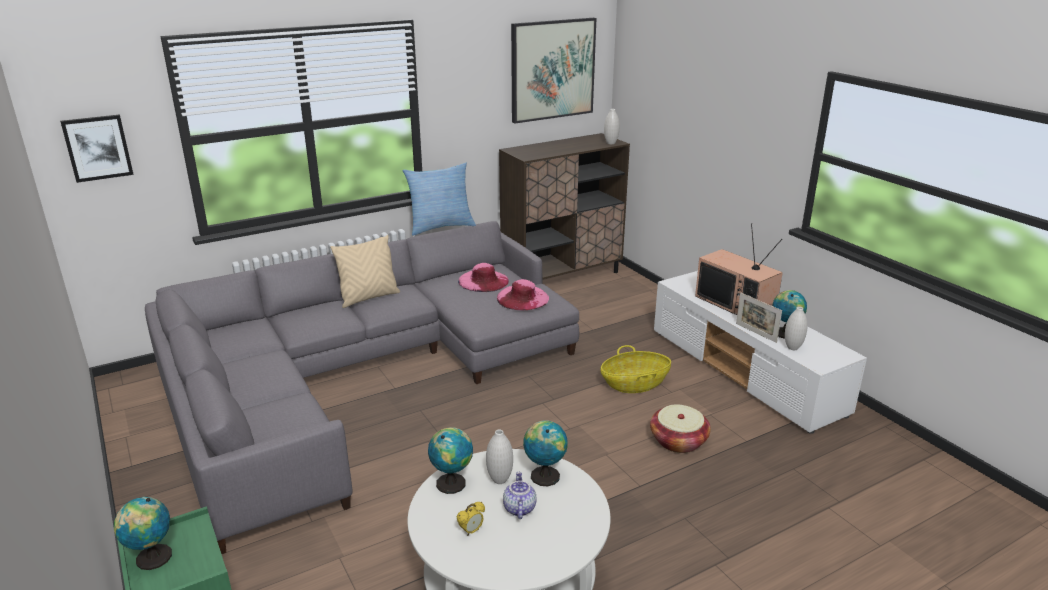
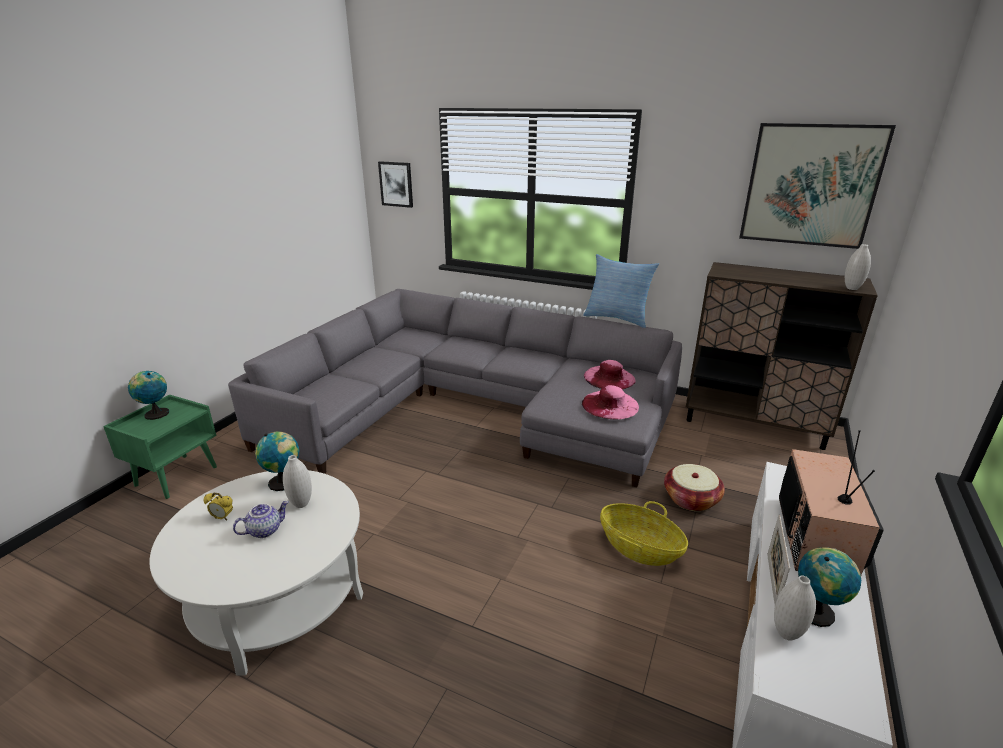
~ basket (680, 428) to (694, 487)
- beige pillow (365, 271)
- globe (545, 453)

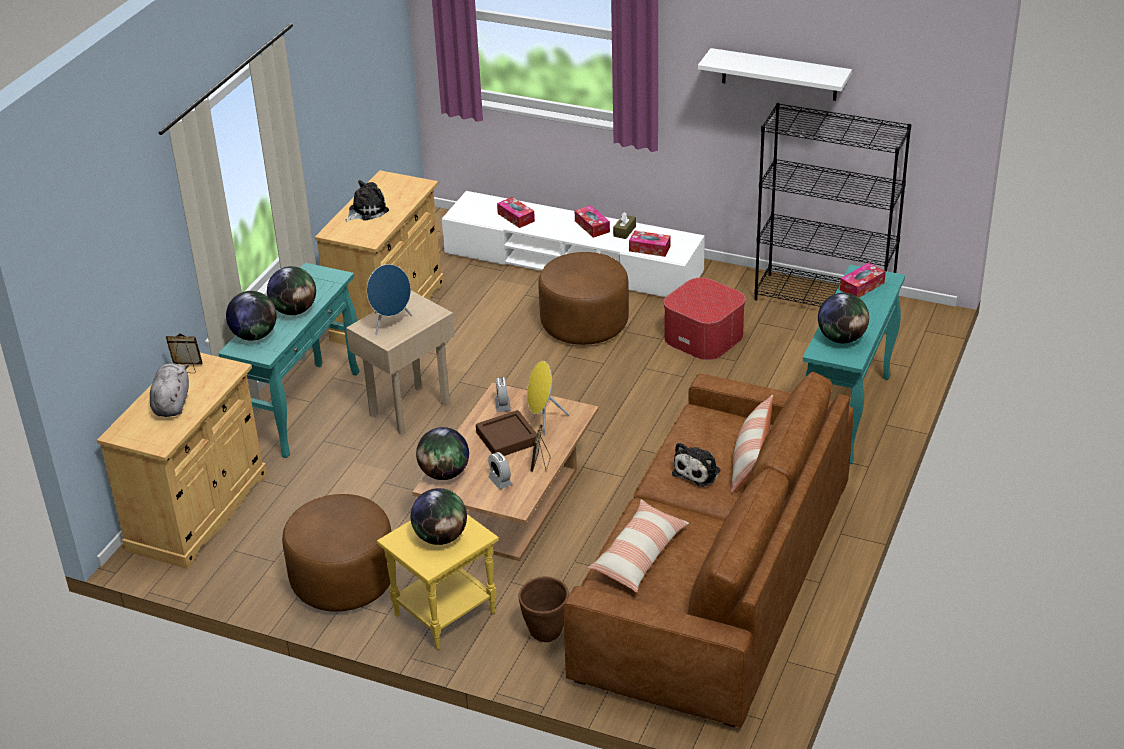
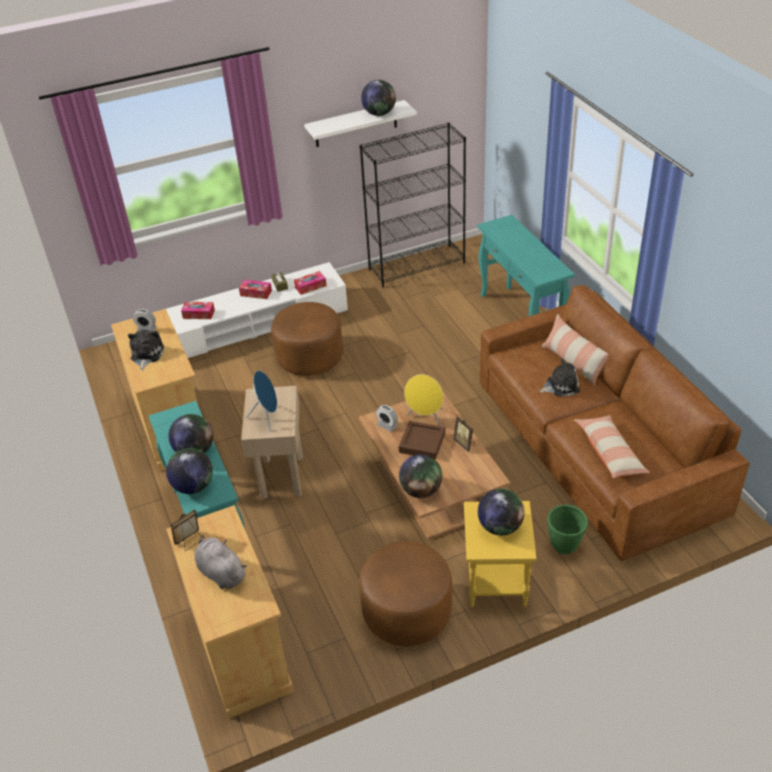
~ alarm clock (500, 471) to (145, 320)
~ globe (843, 318) to (378, 98)
~ plush toy (696, 464) = (559, 377) 90 degrees counterclockwise
~ brown planter (543, 609) to green planter (568, 529)
- ottoman (705, 319)
- tissue box (863, 280)

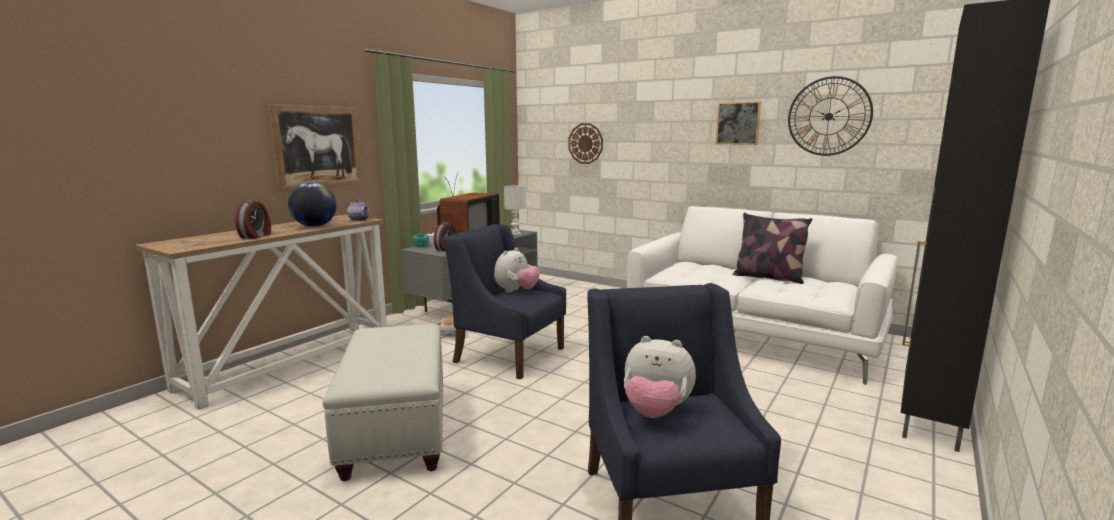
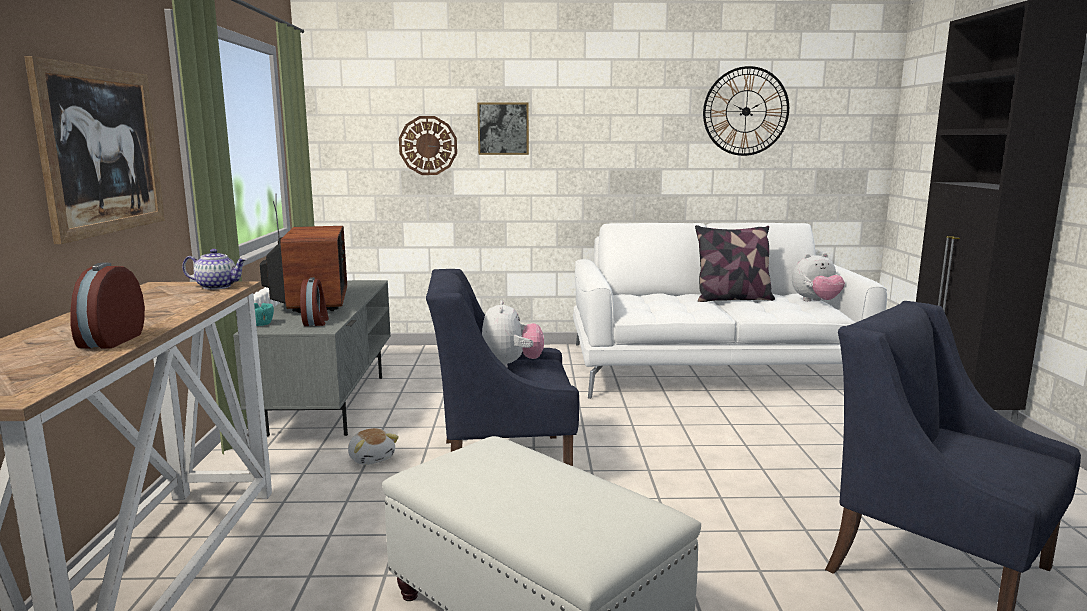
~ alarm clock (253, 219) = (107, 306) 150 degrees counterclockwise
~ picture (738, 123) to (503, 128)
~ plush toy (660, 377) to (818, 277)
- globe (312, 204)
- white table lamp (515, 210)

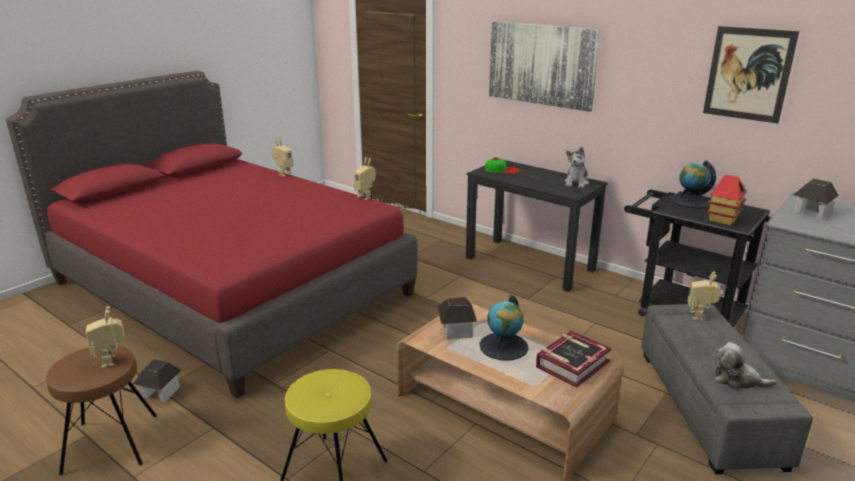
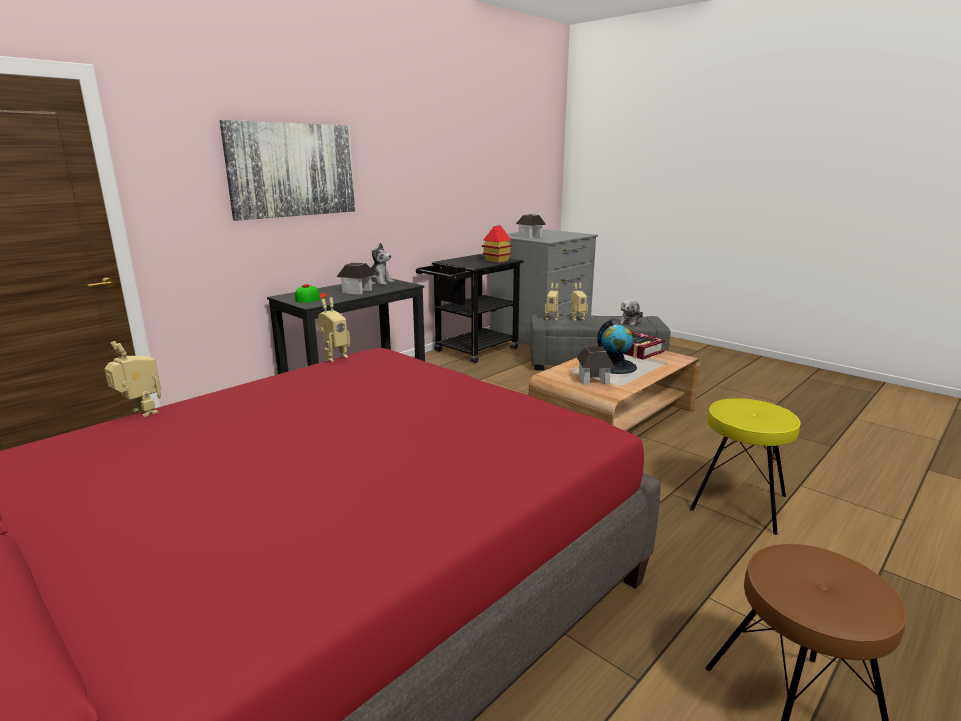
~ toy house (157, 380) to (356, 278)
~ toy robot (105, 337) to (579, 302)
- globe (693, 184)
- picture (751, 75)

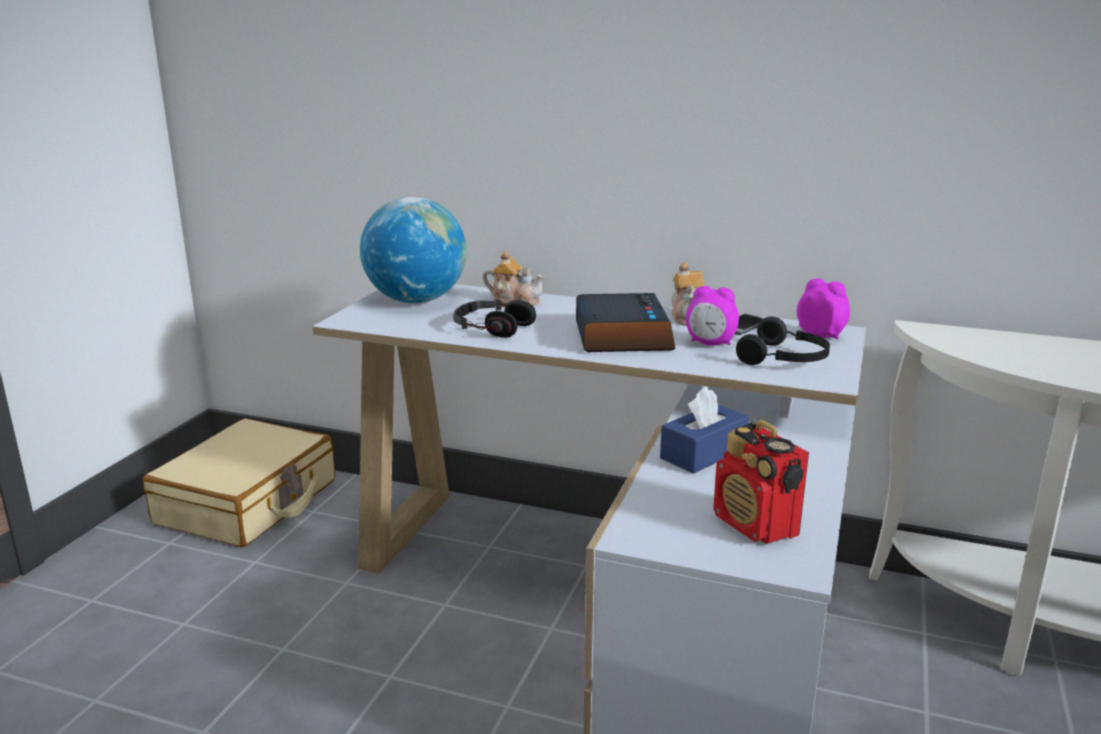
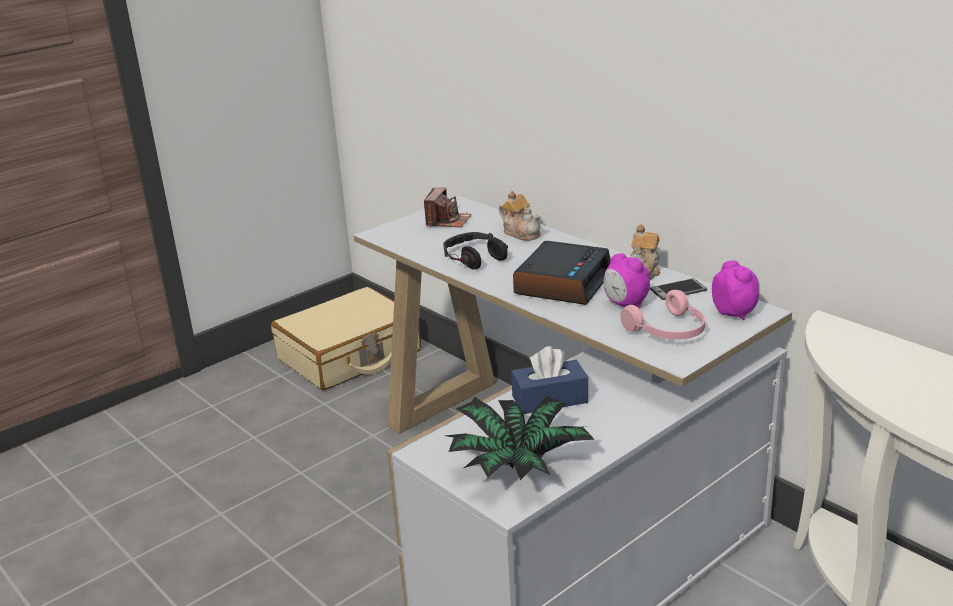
~ globe (413, 250) to photo camera (447, 207)
~ radio (761, 481) to potted plant (520, 438)
~ black headphones (783, 341) to pink headphones (662, 315)

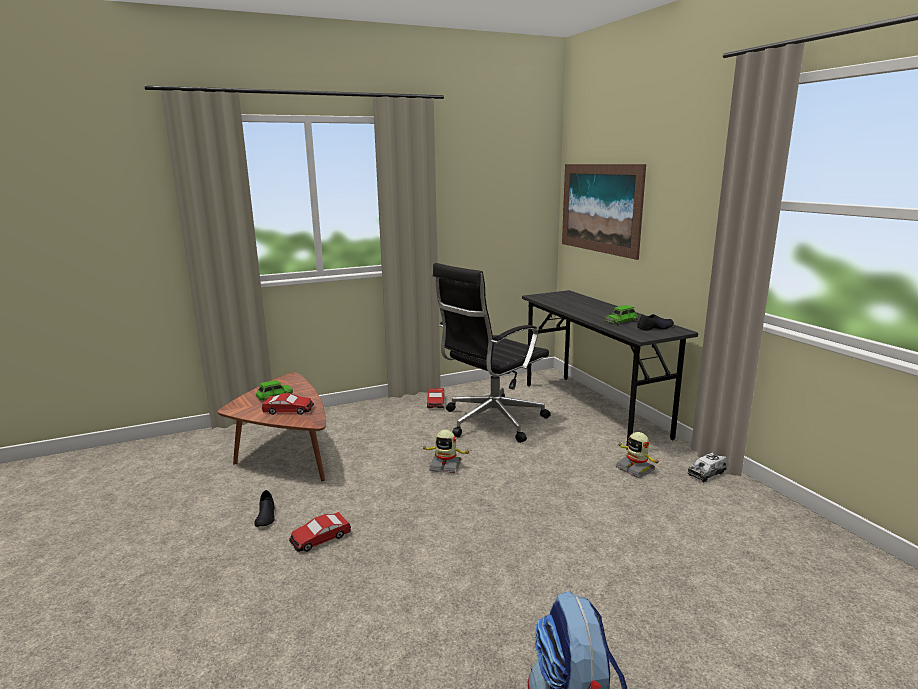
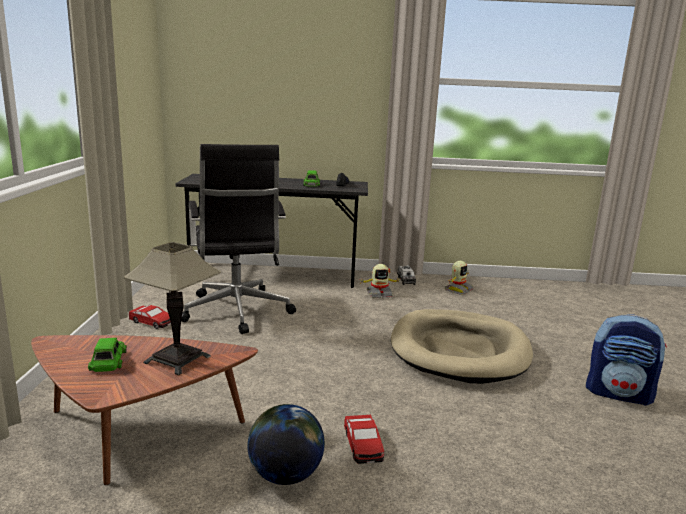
~ toy car (288, 404) to table lamp (172, 308)
~ black shoe (264, 508) to globe (286, 444)
+ beige dog bed (462, 346)
~ toy robot (446, 451) to (459, 278)
- picture (604, 212)

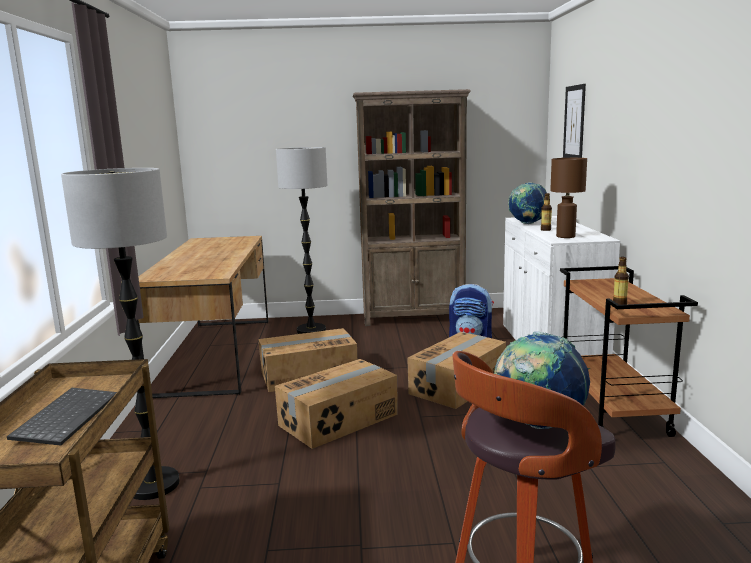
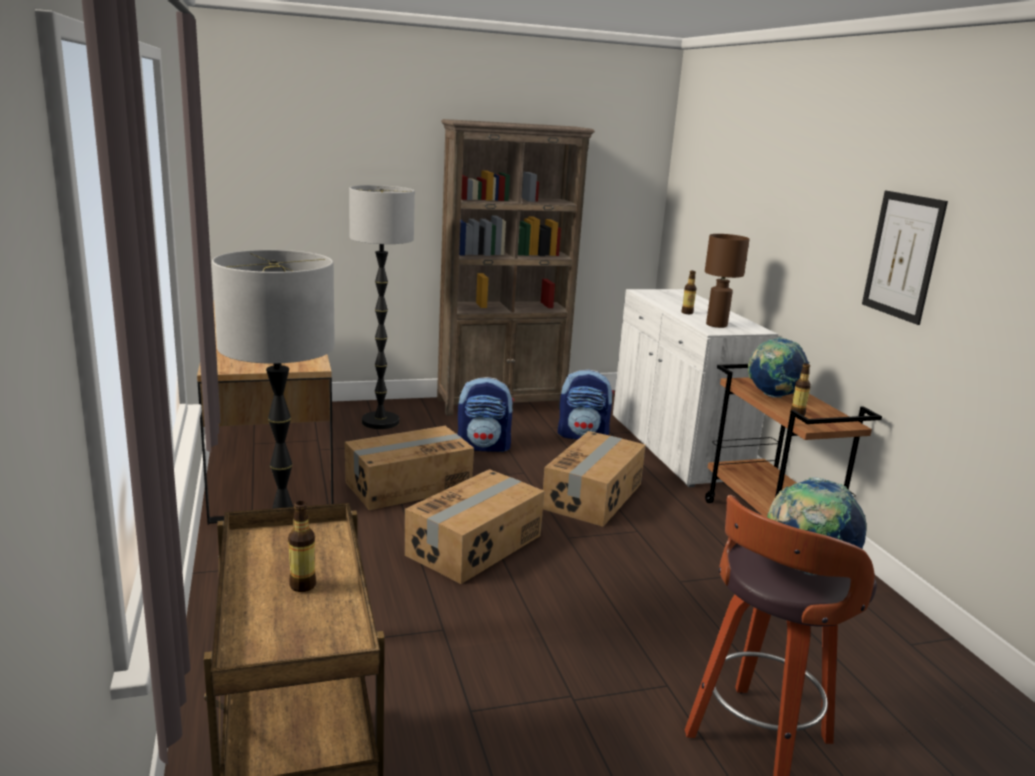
~ keyboard (62, 417) to bottle (302, 546)
+ backpack (486, 414)
~ globe (527, 203) to (779, 367)
~ picture (574, 121) to (905, 258)

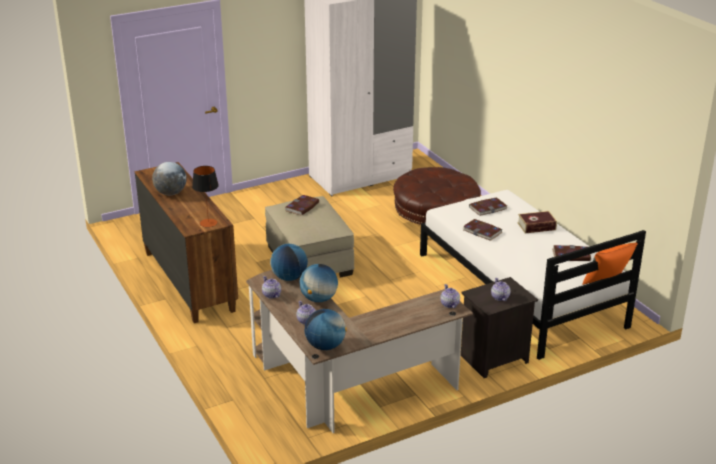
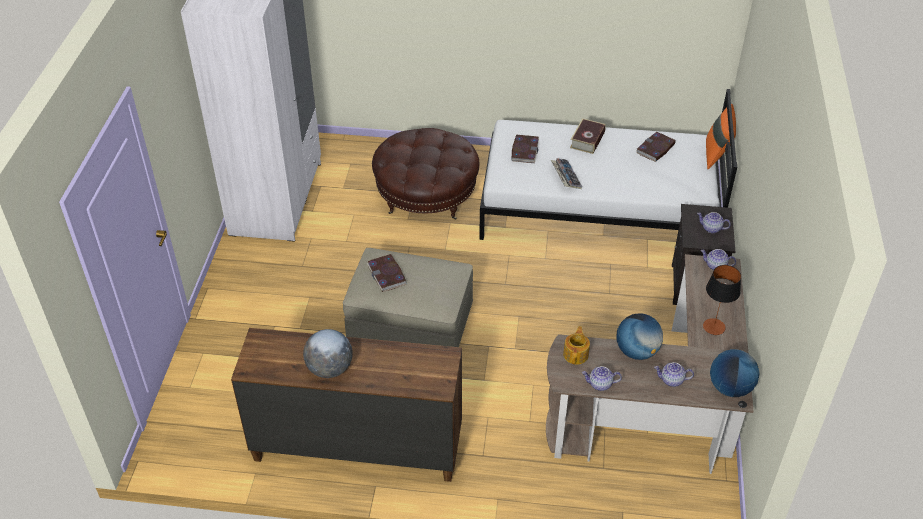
~ book (482, 230) to keyboard (566, 173)
~ globe (289, 262) to teapot (576, 345)
~ table lamp (205, 196) to (722, 300)

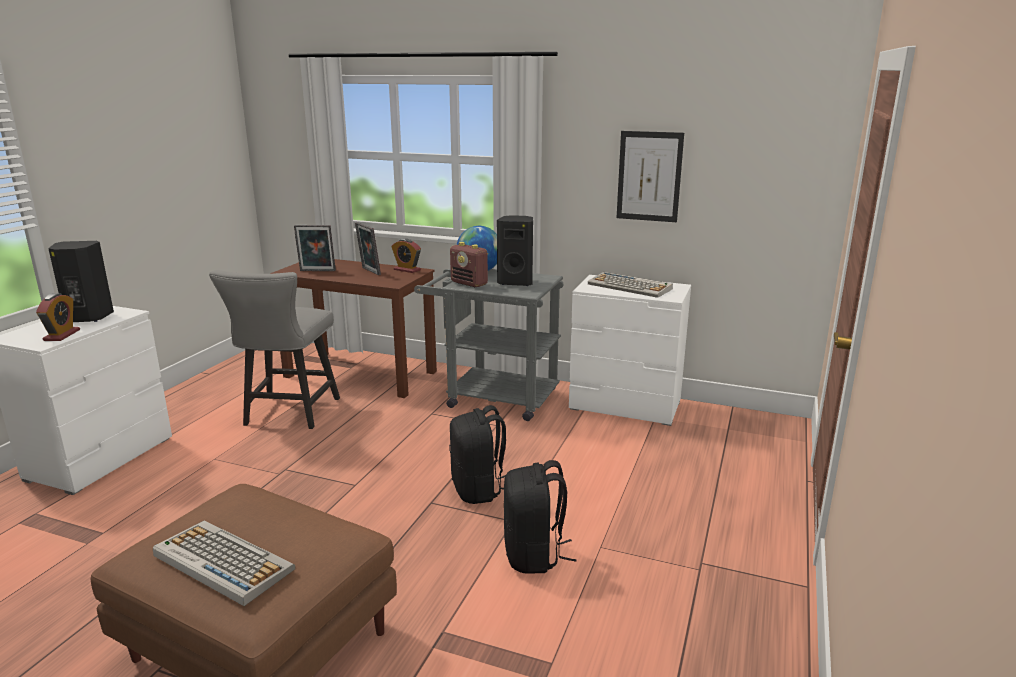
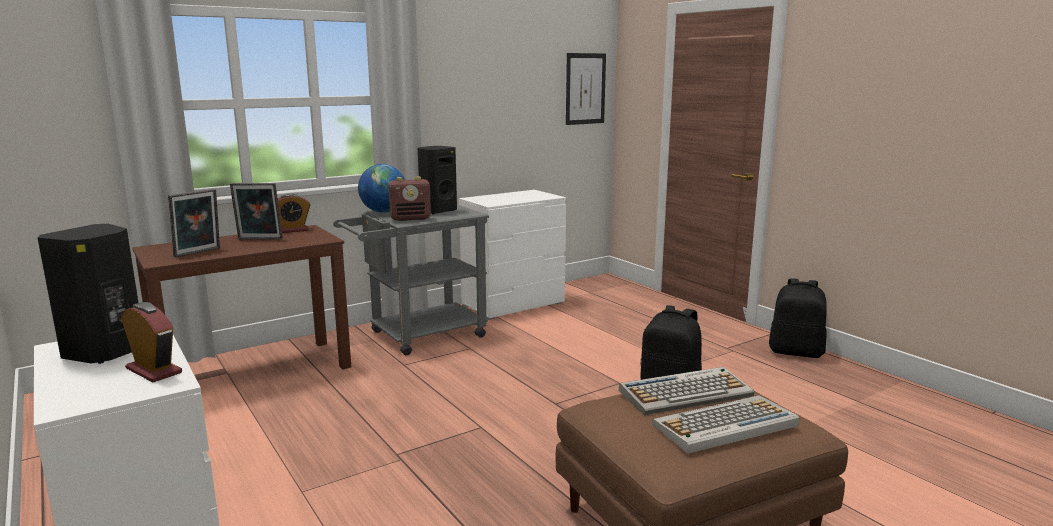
~ picture (650, 176) to (586, 89)
~ keyboard (630, 285) to (686, 391)
~ black backpack (477, 454) to (798, 318)
- grey chair (274, 349)

